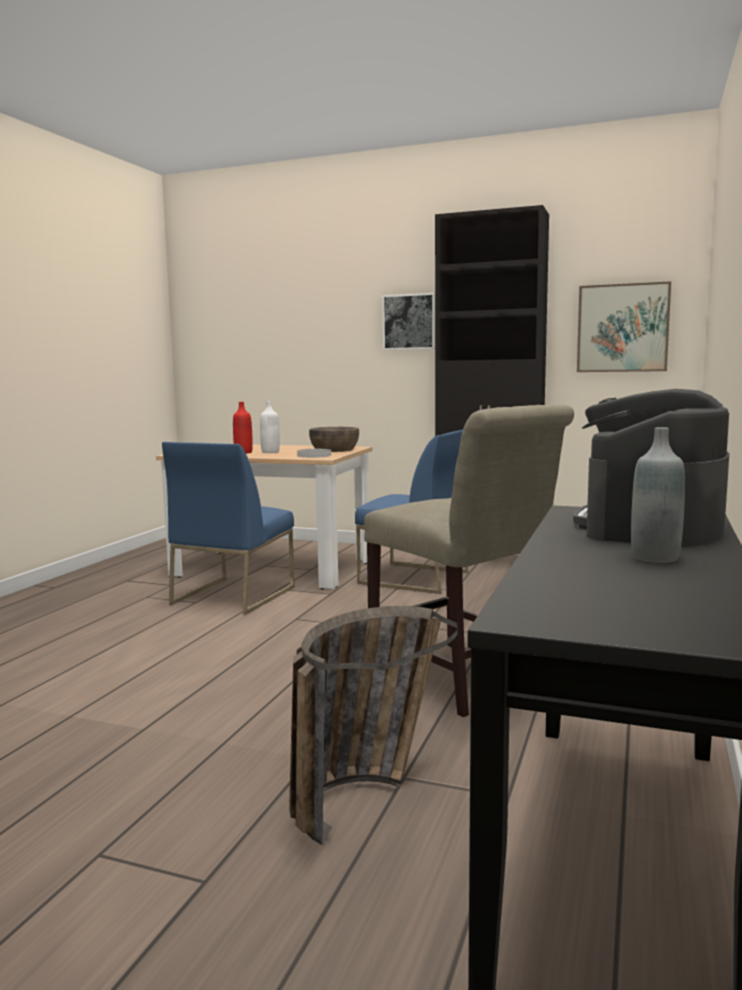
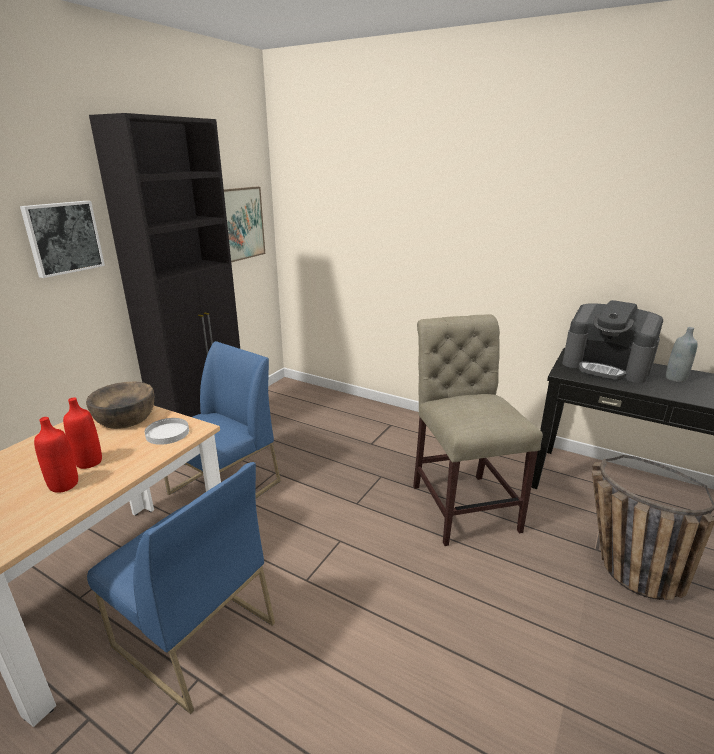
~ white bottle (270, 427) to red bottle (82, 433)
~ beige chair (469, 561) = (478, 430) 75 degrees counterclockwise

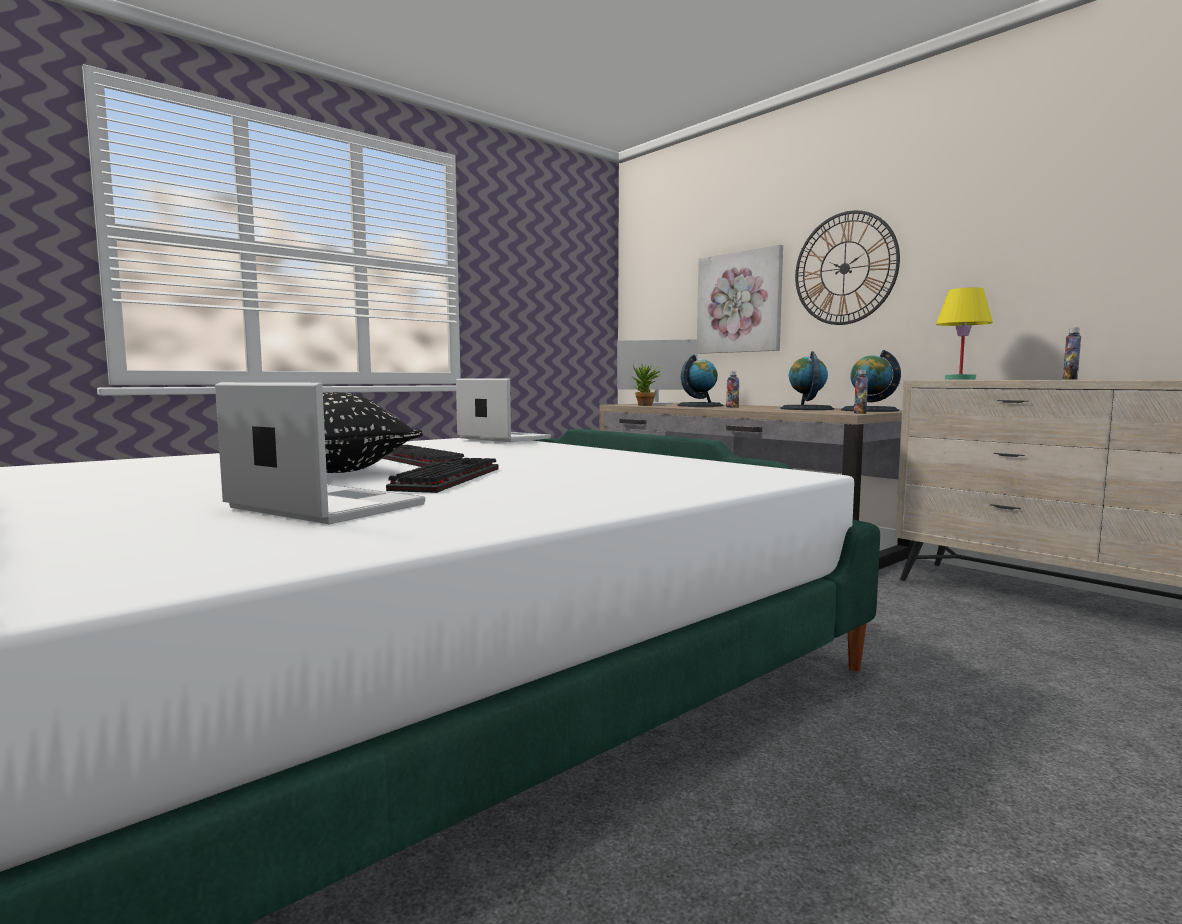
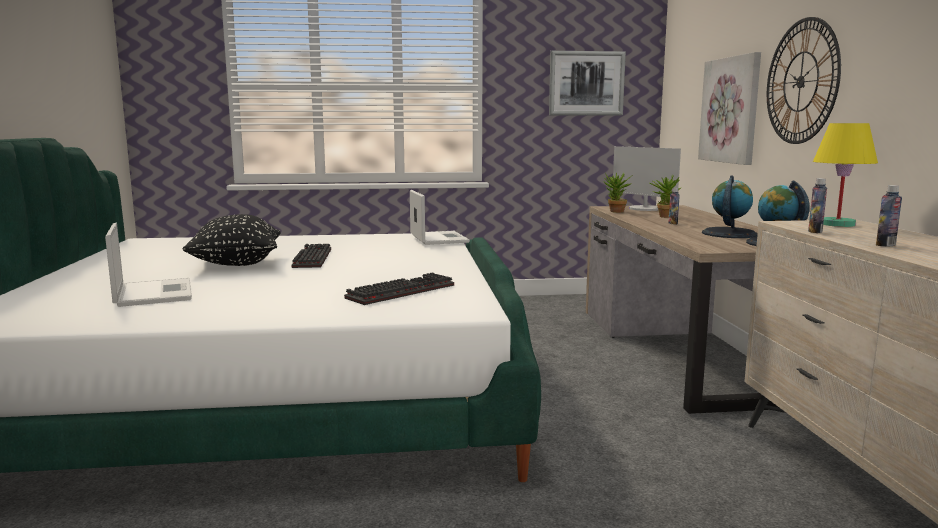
~ keyboard (442, 475) to (399, 288)
+ picture (587, 83)
~ globe (700, 381) to potted plant (665, 197)
~ bottle (861, 392) to (817, 205)

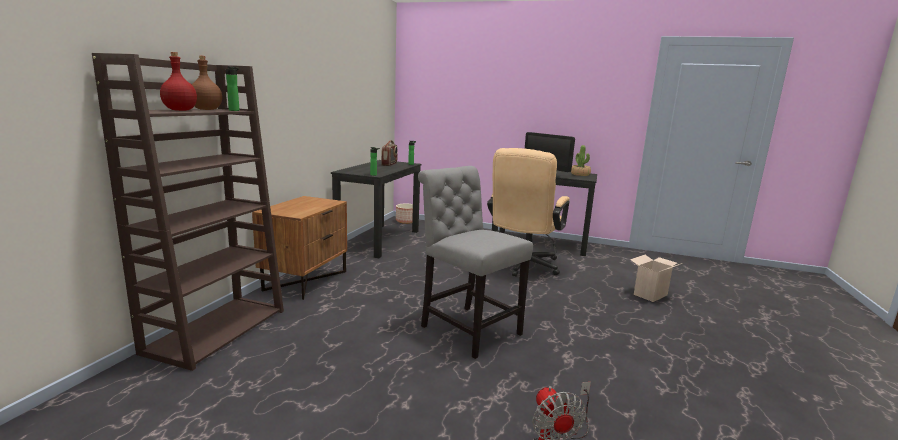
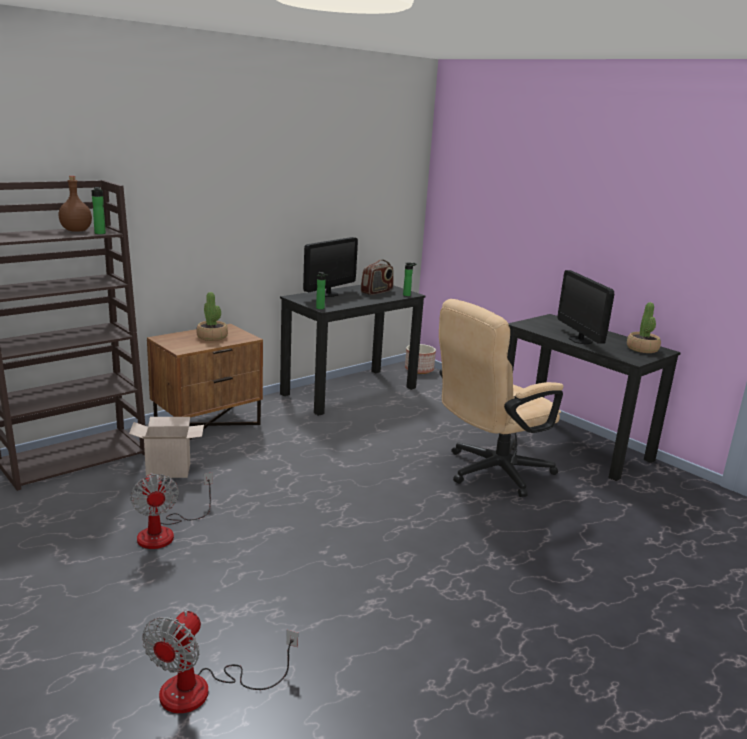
~ cardboard box (656, 278) to (166, 447)
+ fan (171, 510)
+ potted plant (212, 316)
+ monitor (330, 267)
- red bottle (178, 81)
- grey chair (475, 262)

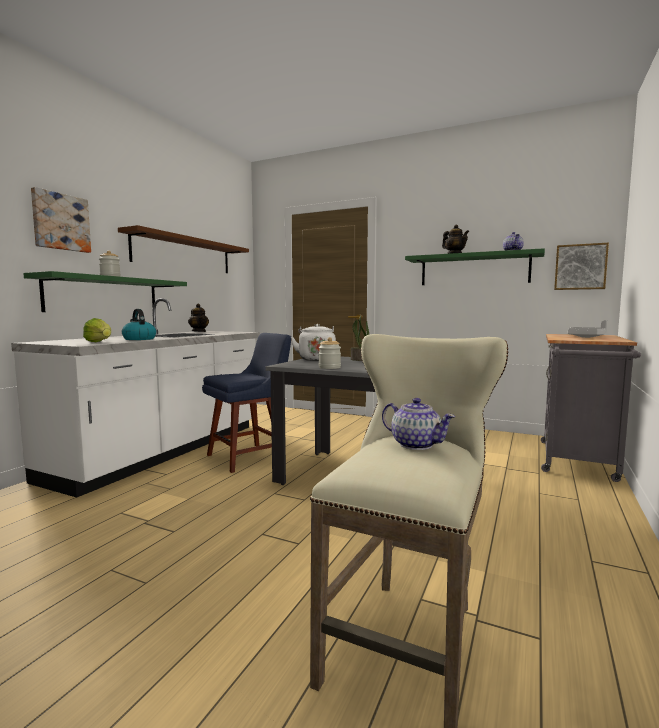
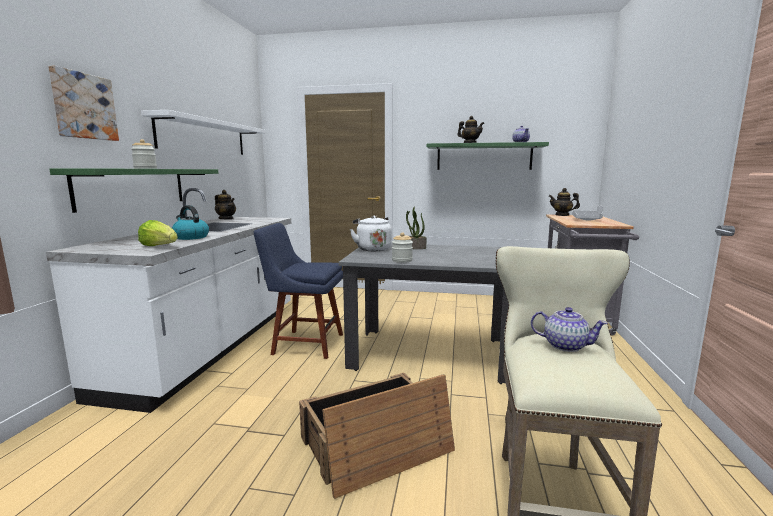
~ brown shelf (183, 249) to white shelf (203, 132)
~ blue chair (246, 403) = (298, 291) 120 degrees counterclockwise
+ crate (377, 436)
+ teapot (564, 202)
- picture (581, 266)

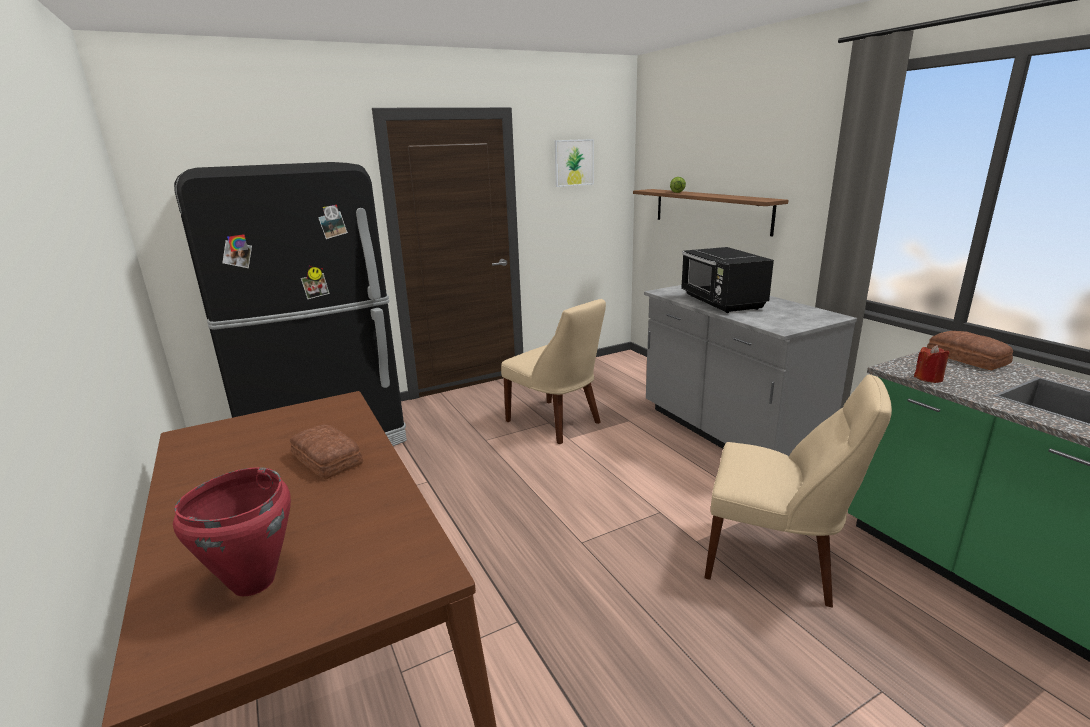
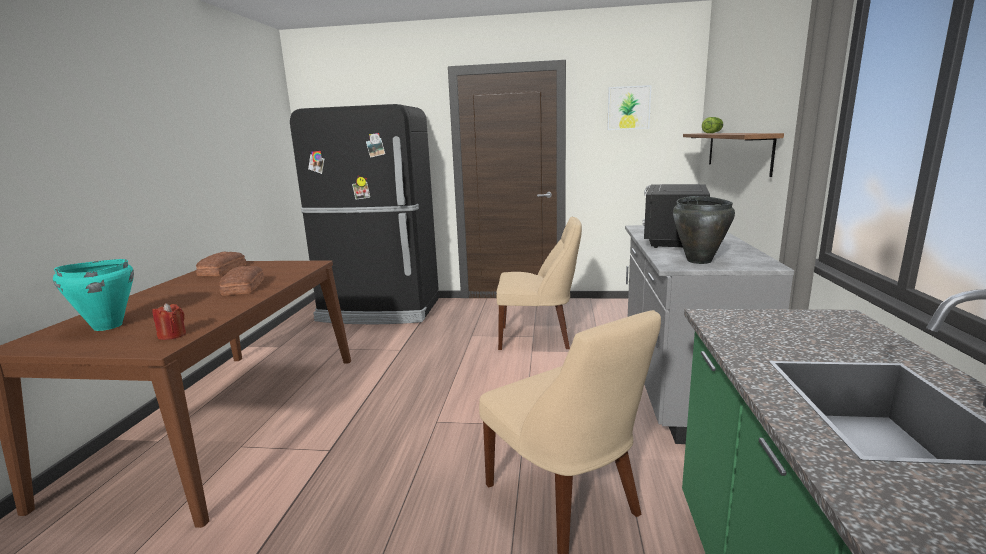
~ red cooking pot (232, 531) to turquoise cooking pot (93, 295)
~ red candle (931, 364) to (169, 321)
~ bread (970, 350) to (221, 264)
~ beige chair (553, 371) = (539, 283) 75 degrees counterclockwise
+ black cooking pot (704, 230)

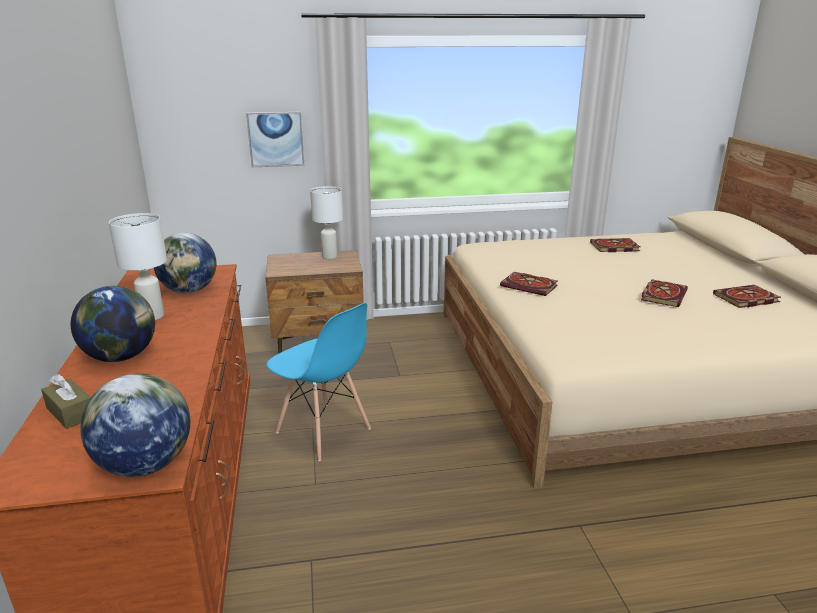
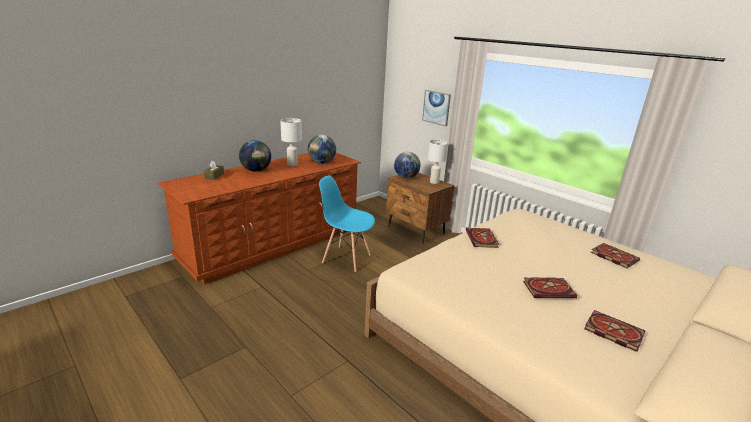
~ blue chair (318, 382) = (347, 224) 105 degrees clockwise
~ globe (135, 425) to (407, 165)

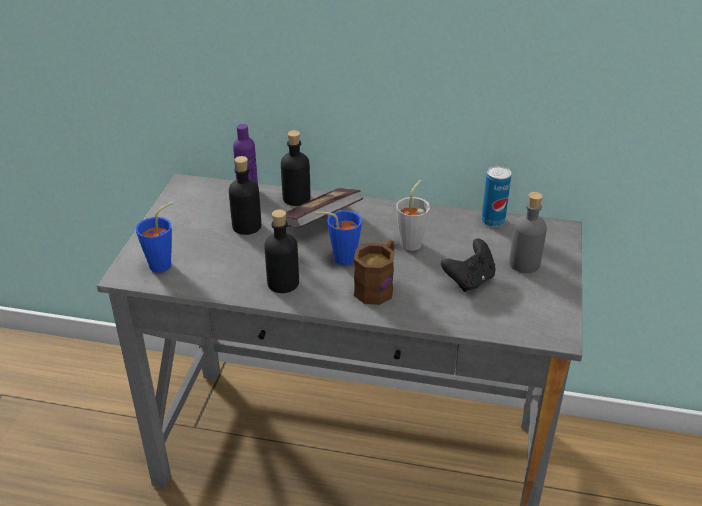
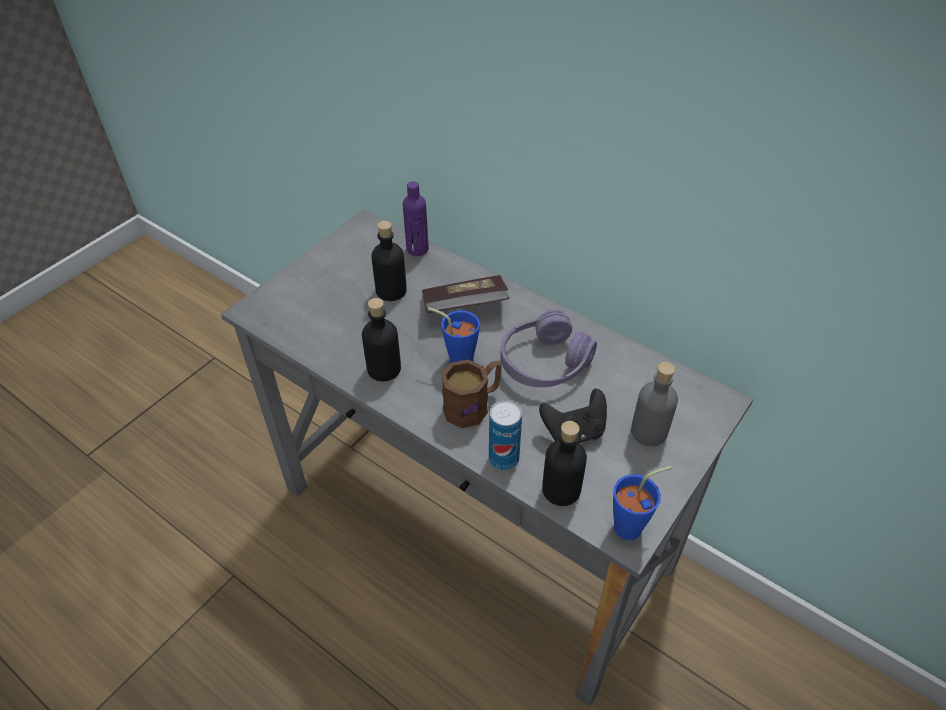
~ can (496, 196) to (505, 435)
~ grey cup (413, 215) to purple headphones (548, 348)
~ black bottle (295, 168) to (564, 463)
~ blue cup (155, 237) to (642, 503)

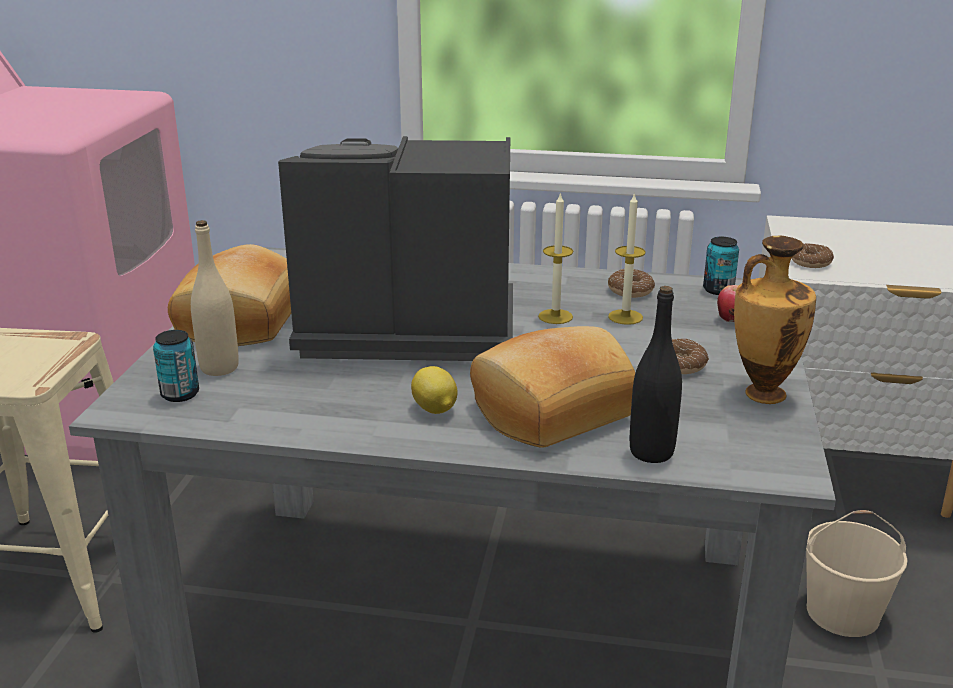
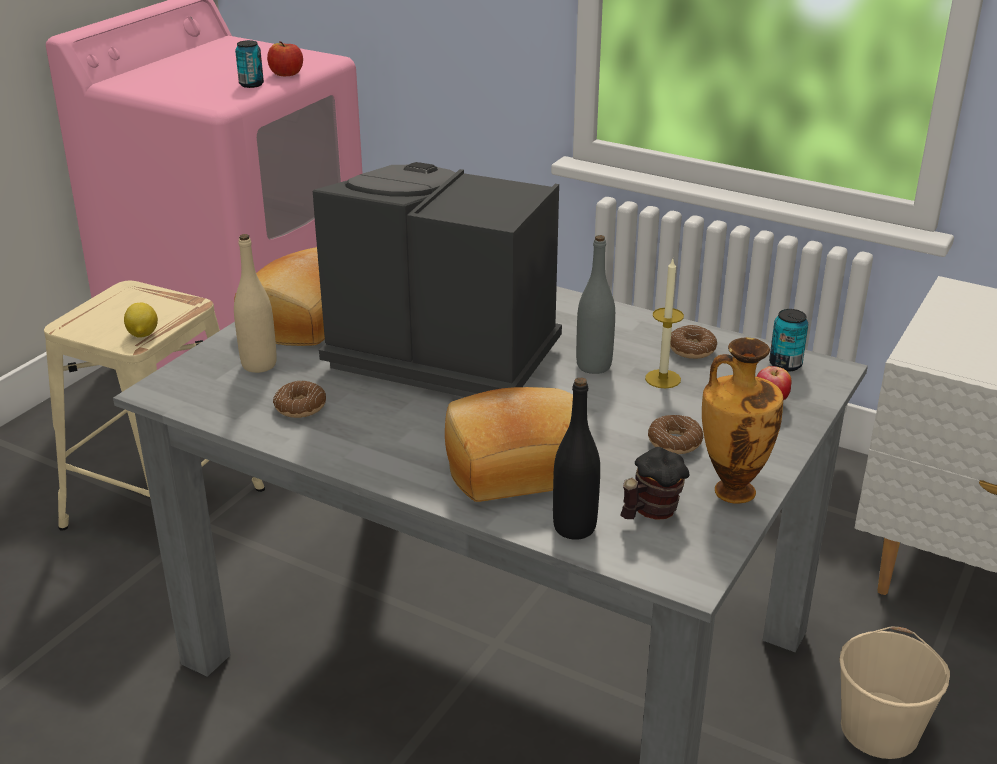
~ lemon (434, 390) to (141, 320)
~ can (176, 366) to (249, 64)
+ apple (285, 58)
~ donut (813, 255) to (299, 399)
~ candle (555, 258) to grey bottle (595, 304)
+ mug (655, 483)

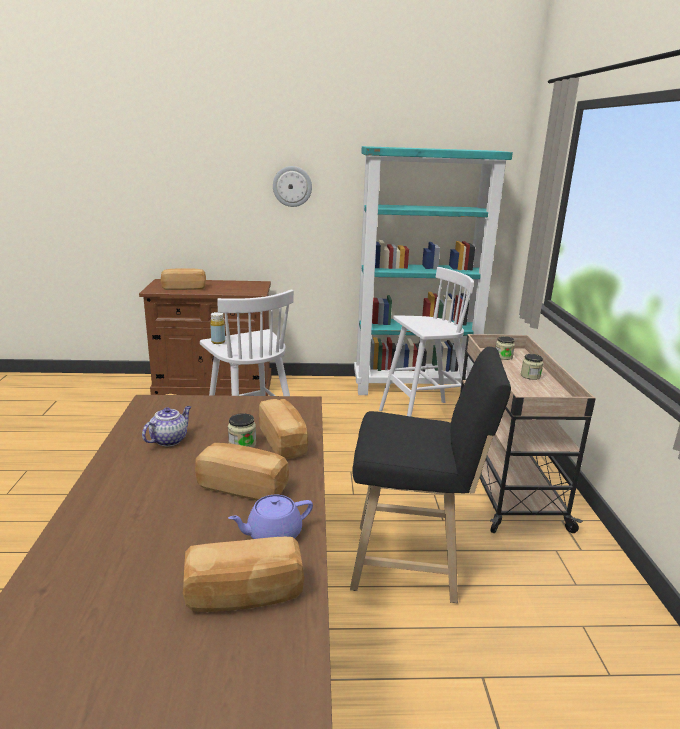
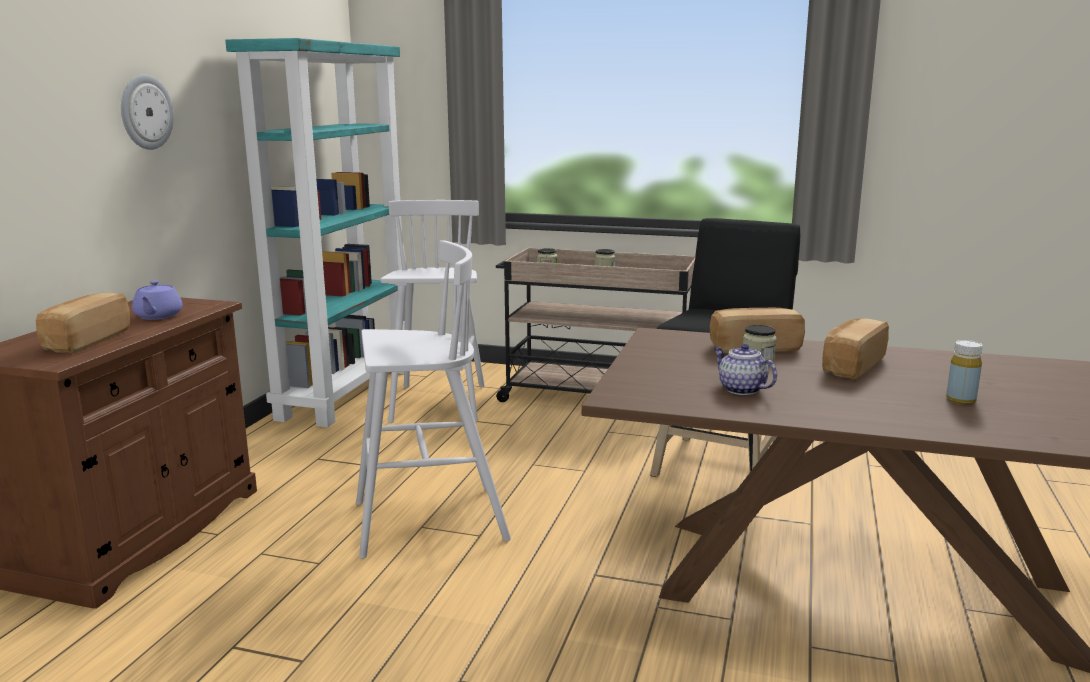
~ purple teapot (270, 517) to (157, 300)
~ yellow bottle (217, 328) to (964, 372)
- bread (243, 574)

